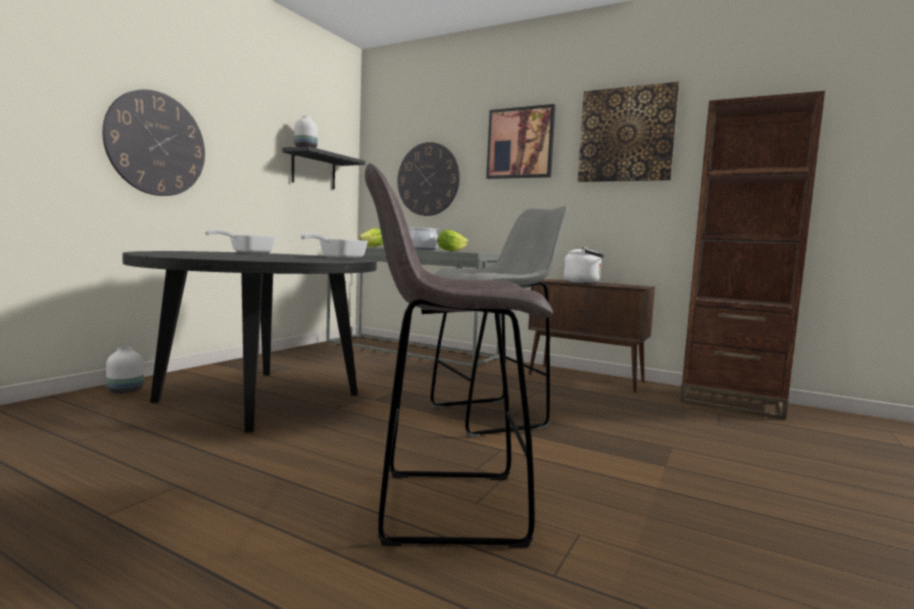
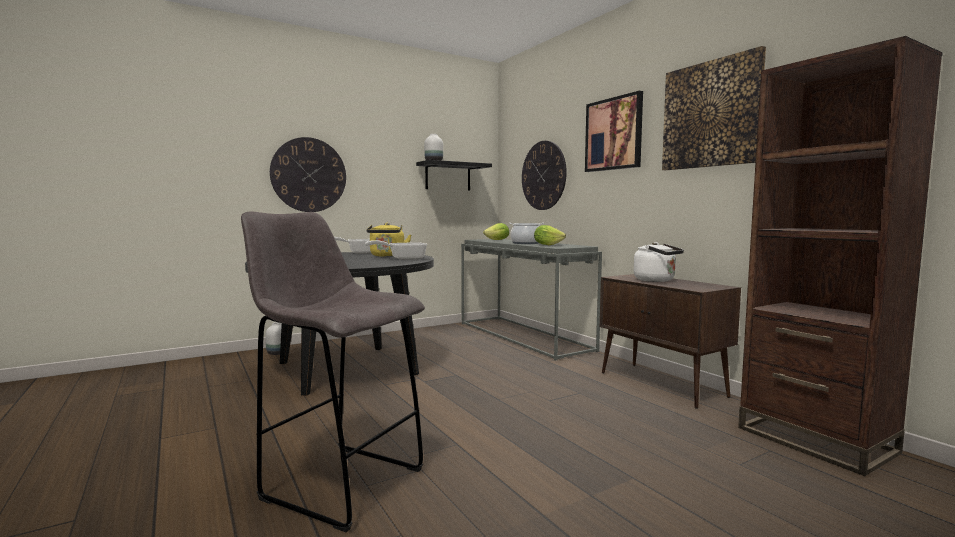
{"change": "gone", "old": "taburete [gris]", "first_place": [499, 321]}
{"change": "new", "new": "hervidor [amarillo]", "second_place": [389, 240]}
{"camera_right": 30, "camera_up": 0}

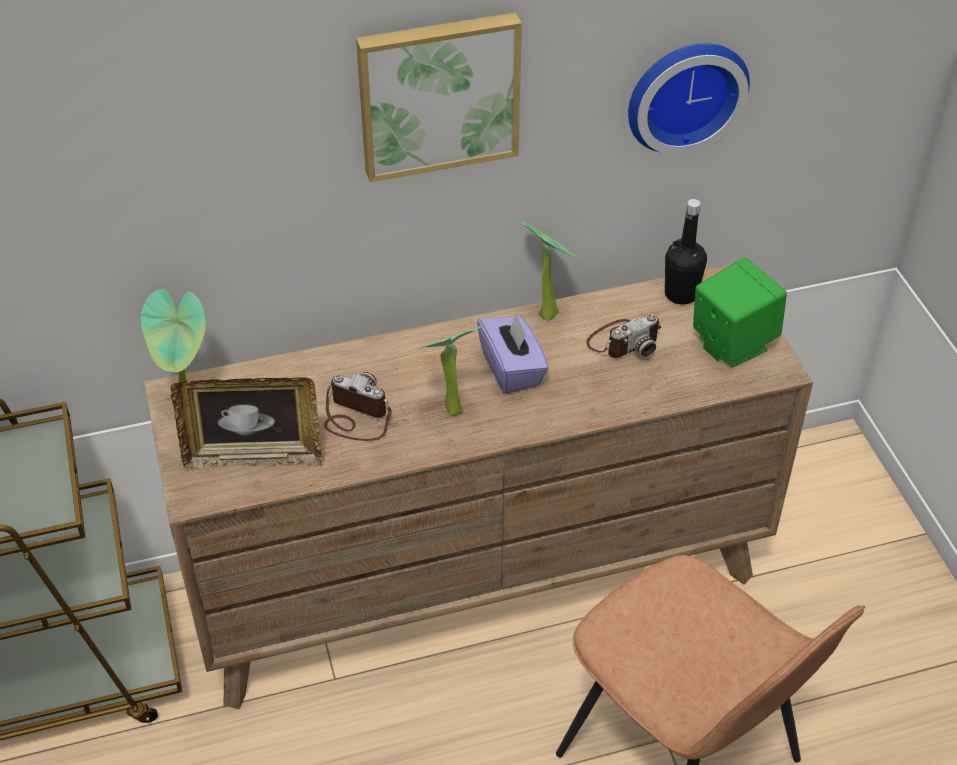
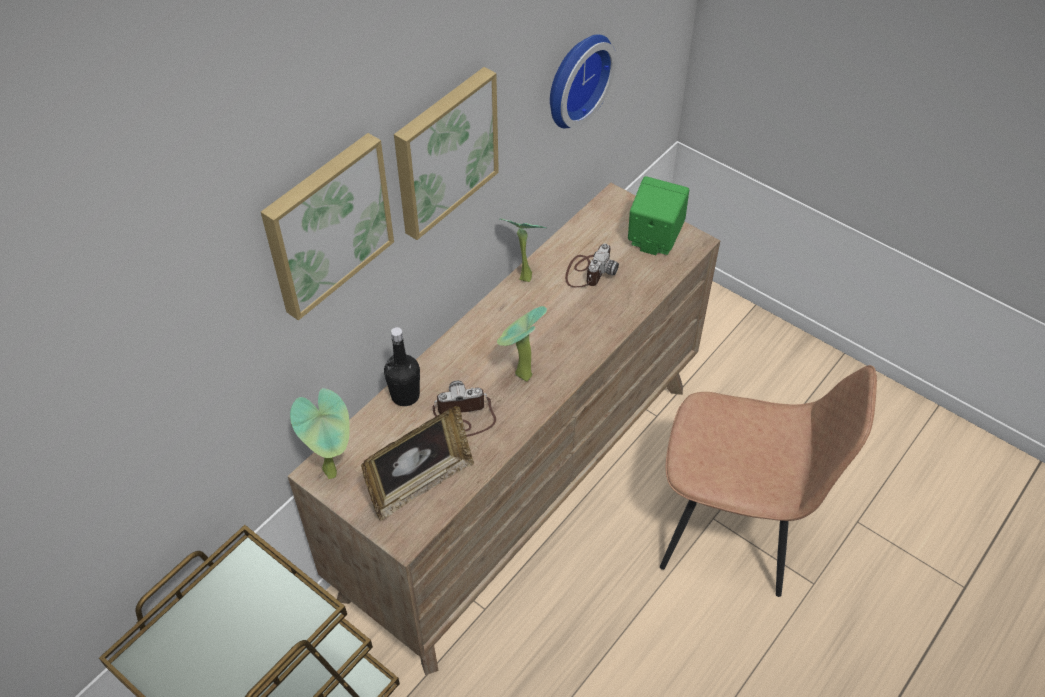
{"change": "shifted", "old": "botella [negro]", "first_place": [686, 251], "second_place": [402, 366]}
{"change": "gone", "old": "caja de pañuelos [morado]", "first_place": [513, 353]}
{"change": "new", "new": "cuadro", "second_place": [327, 226]}
{"camera_right": -35, "camera_up": 5}

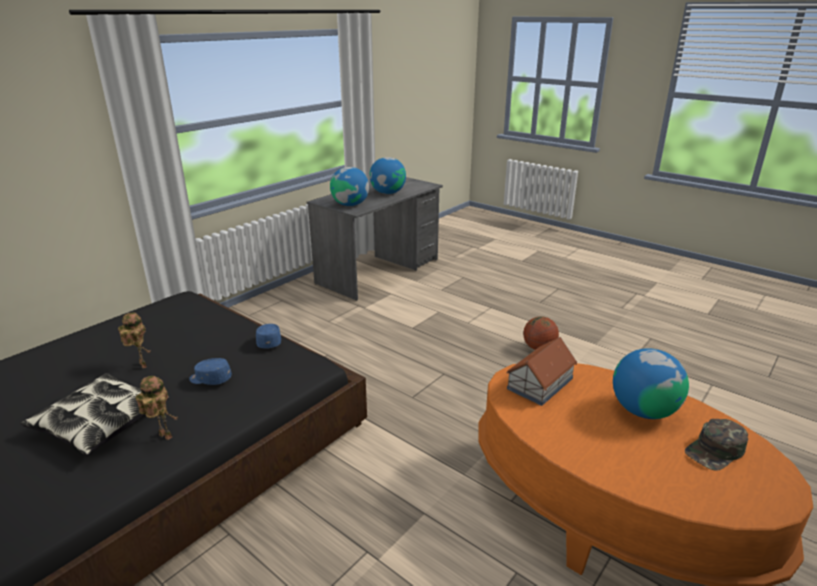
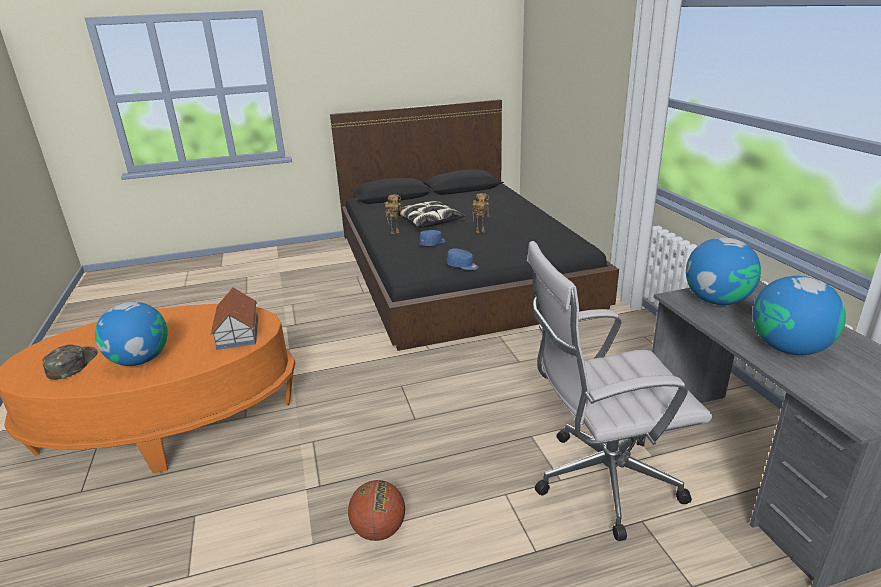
{"change": "new", "new": "silla de oficina [blanco]", "second_place": [619, 391]}
{"camera_right": 125, "camera_up": 0}

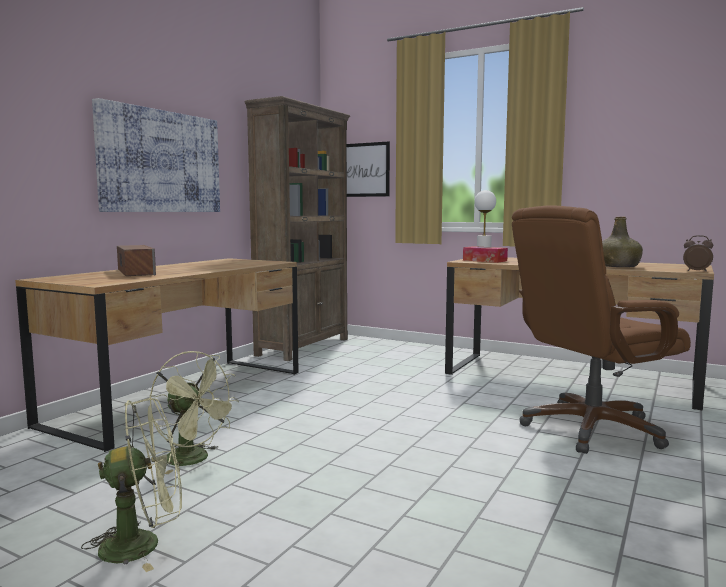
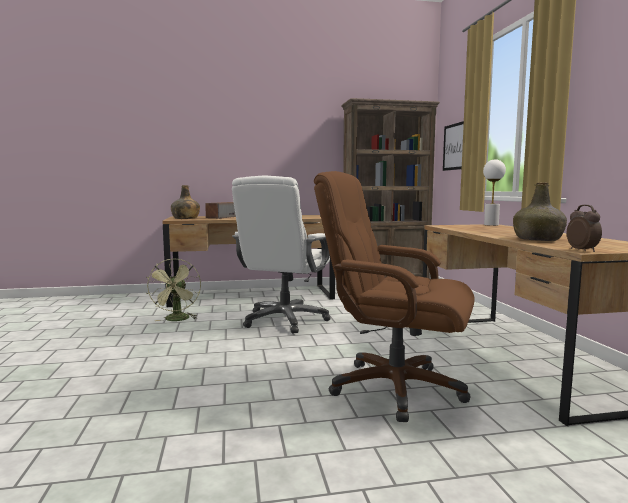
{"change": "gone", "old": "cuadro", "first_place": [156, 155]}
{"change": "gone", "old": "caja de pañuelos", "first_place": [485, 254]}
{"change": "gone", "old": "ventilador [verde]", "first_place": [131, 485]}
{"change": "new", "new": "silla de oficina [blanco]", "second_place": [281, 255]}
{"change": "new", "new": "botella [verde]", "second_place": [185, 202]}
{"camera_right": 50, "camera_up": 0}

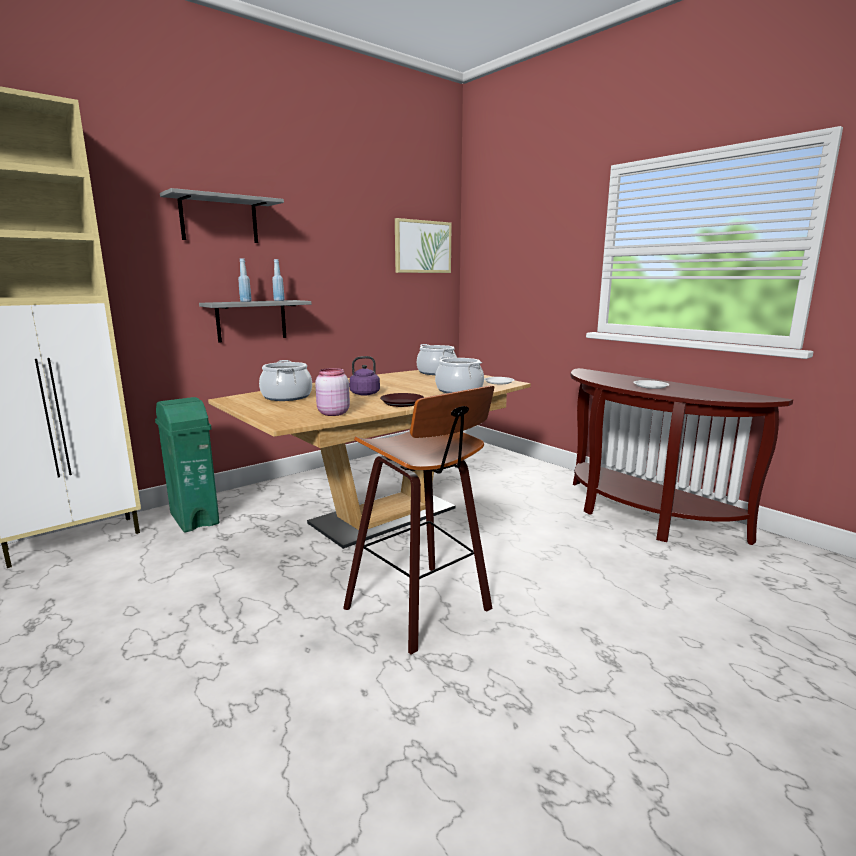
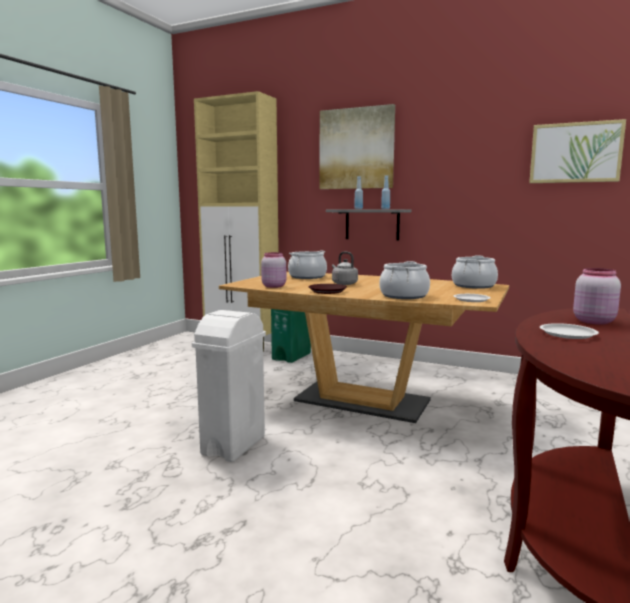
{"change": "swapped", "old": "estante [gris]", "new": "cuadro", "first_place": [222, 215], "second_place": [357, 146]}
{"change": "repainted", "old": "hervidor [morado]", "new": "hervidor [gris]", "first_place": [364, 375], "second_place": [345, 268]}
{"change": "swapped", "old": "taburete", "new": "papelera [blanco]", "first_place": [418, 520], "second_place": [229, 386]}
{"change": "new", "new": "tarro [rosa]", "second_place": [597, 296]}
{"camera_right": 65, "camera_up": -5}

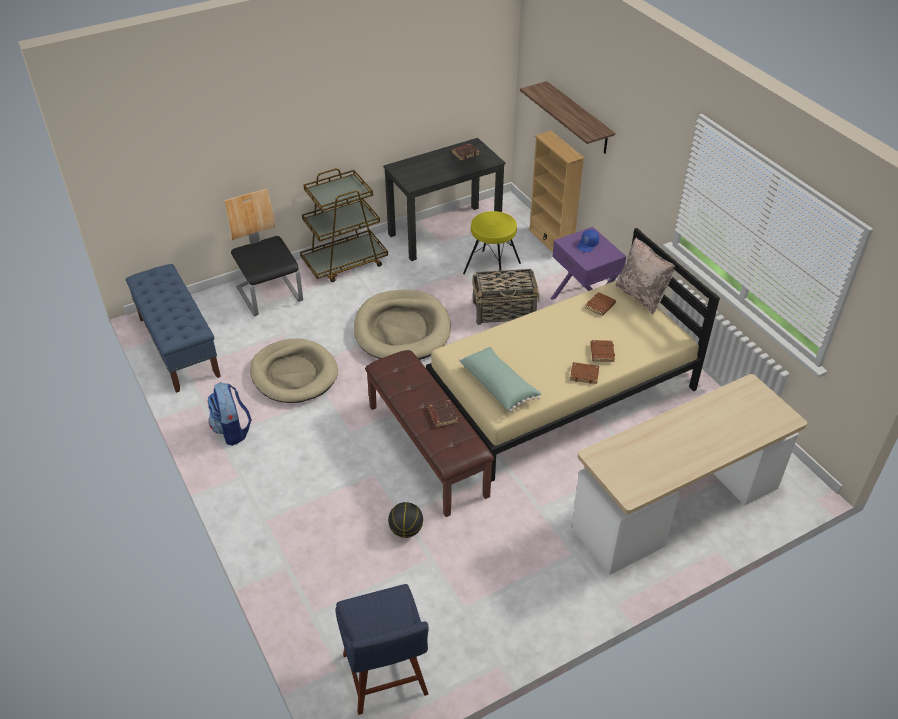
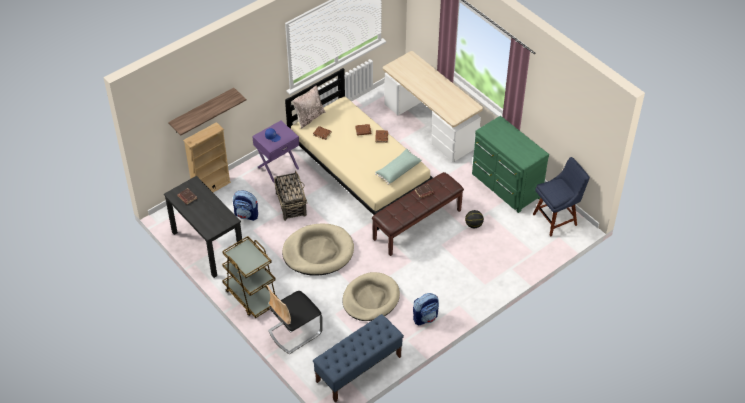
{"change": "swapped", "old": "taburete [amarillo]", "new": "mochila", "first_place": [492, 242], "second_place": [245, 206]}
{"change": "new", "new": "cómoda [verde]", "second_place": [510, 164]}
{"camera_right": -100, "camera_up": 5}

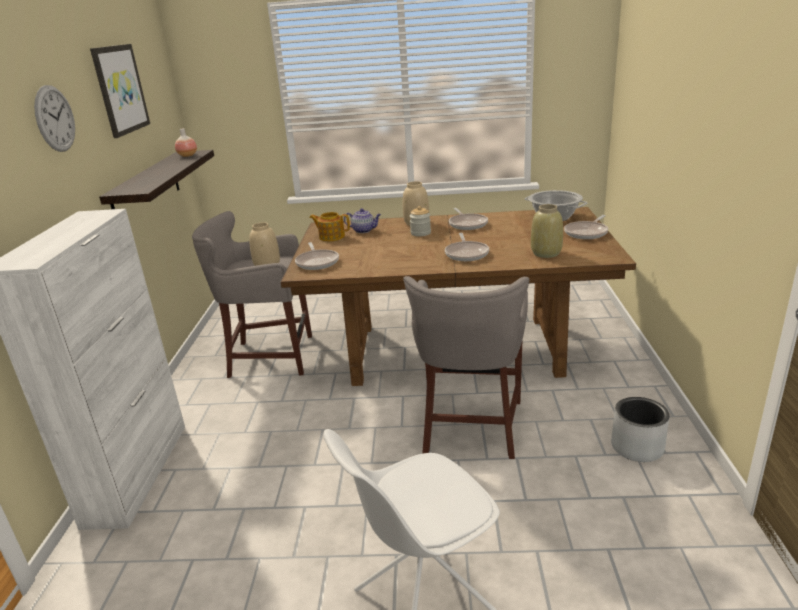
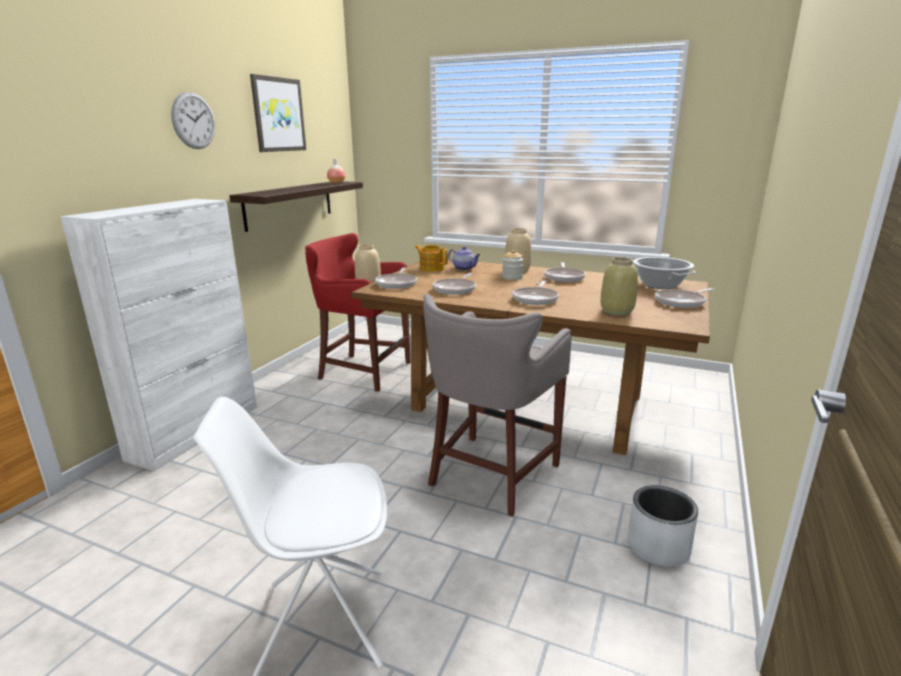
{"change": "repainted", "old": "taburete [gris]", "new": "taburete [rojo]", "first_place": [252, 294], "second_place": [358, 312]}
{"change": "new", "new": "sartén", "second_place": [454, 284]}
{"camera_right": 20, "camera_up": -5}

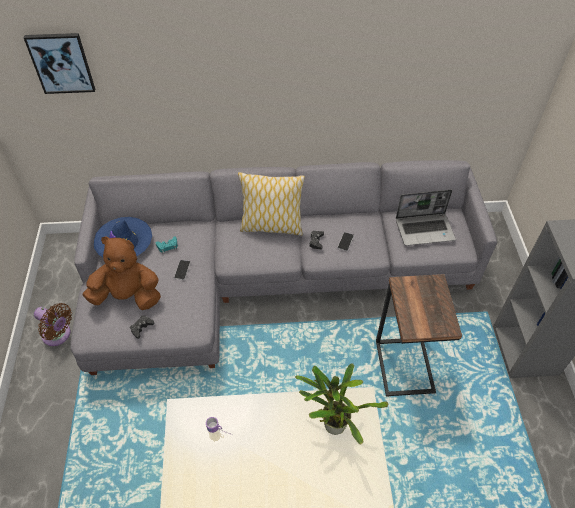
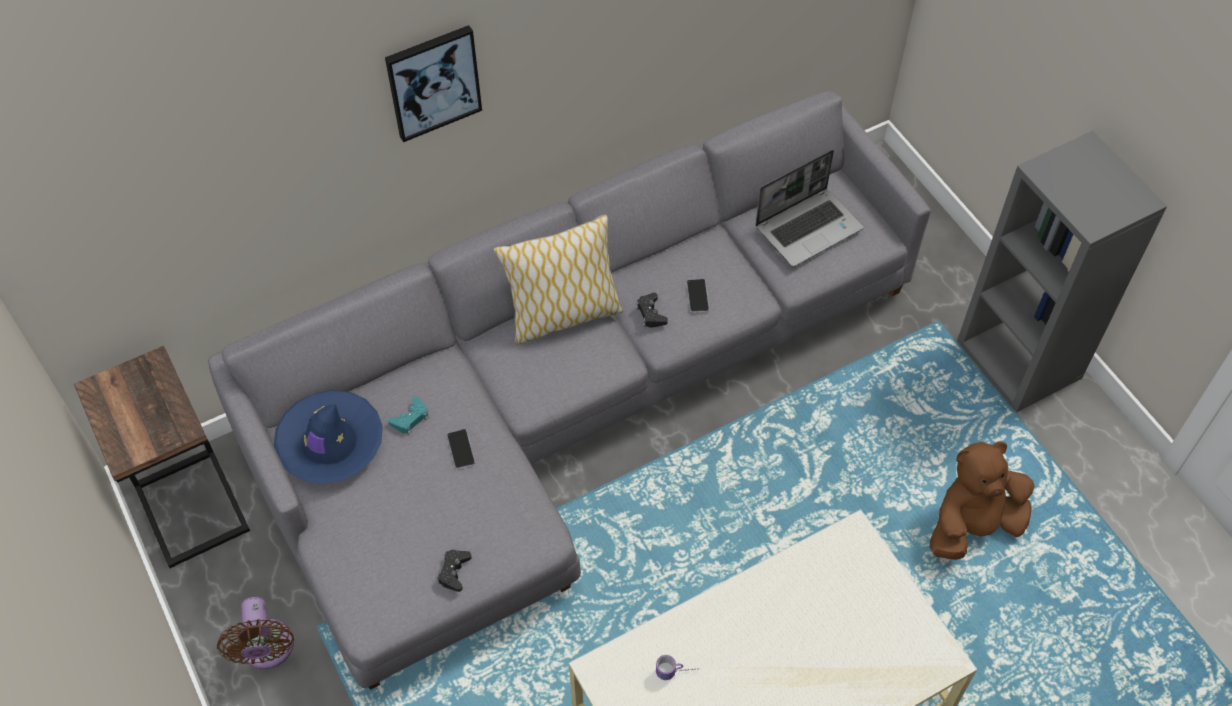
{"change": "shifted", "old": "cuadro", "first_place": [59, 63], "second_place": [433, 83]}
{"change": "shifted", "old": "peluche [marrón]", "first_place": [122, 273], "second_place": [982, 500]}
{"change": "shifted", "old": "mesa auxiliar", "first_place": [419, 335], "second_place": [162, 457]}
{"change": "rotated", "old": "ventilador [marrón]", "first_place": [53, 324], "second_place": [255, 633], "degrees": 75}
{"change": "gone", "old": "planta en maceta", "first_place": [341, 404]}
{"camera_right": -25, "camera_up": 5}

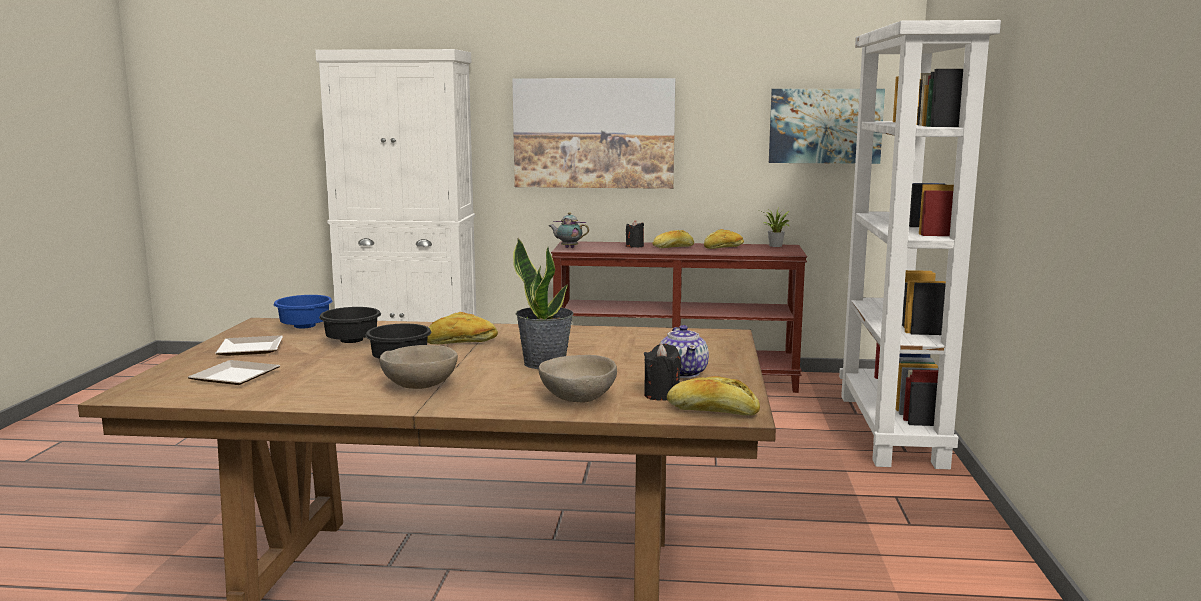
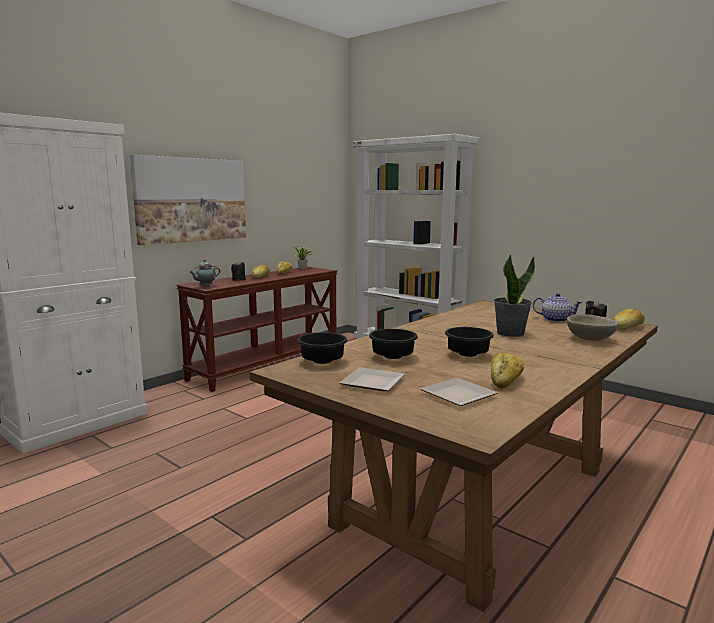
{"change": "gone", "old": "cuadro", "first_place": [827, 126]}
{"change": "repainted", "old": "cuenco [azul]", "new": "cuenco [negro]", "first_place": [303, 311], "second_place": [322, 348]}
{"change": "shifted", "old": "pan", "first_place": [462, 328], "second_place": [507, 370]}
{"change": "gone", "old": "cuenco [beis]", "first_place": [418, 367]}
{"camera_right": -55, "camera_up": 0}

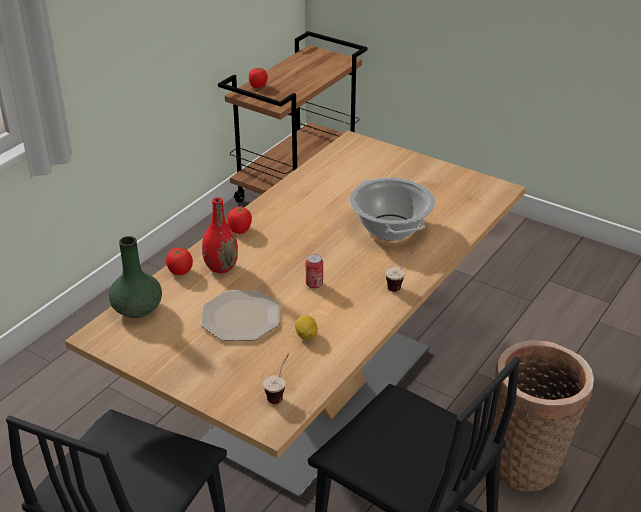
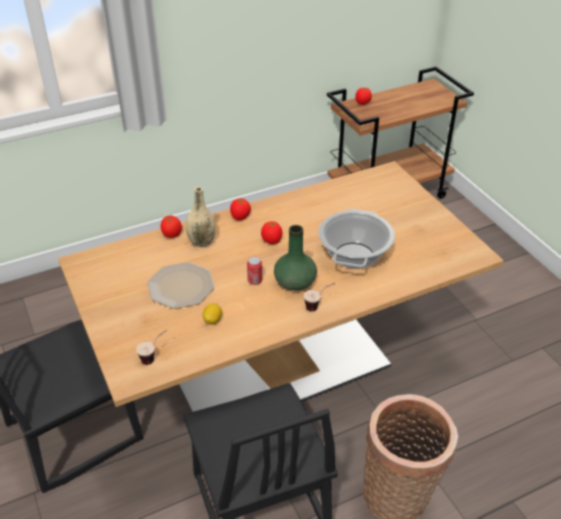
{"change": "repainted", "old": "florero [rojo]", "new": "florero [beis]", "first_place": [220, 235], "second_place": [200, 217]}
{"change": "shifted", "old": "florero [verde]", "first_place": [135, 277], "second_place": [295, 258]}
{"change": "new", "new": "tomate", "second_place": [271, 232]}
{"camera_right": 30, "camera_up": 5}

